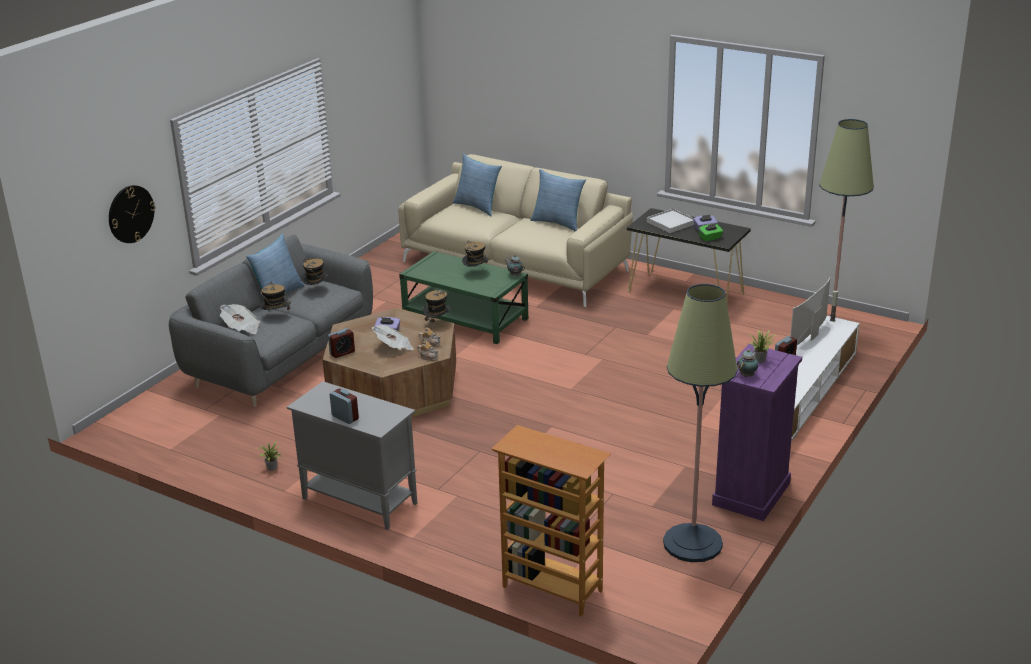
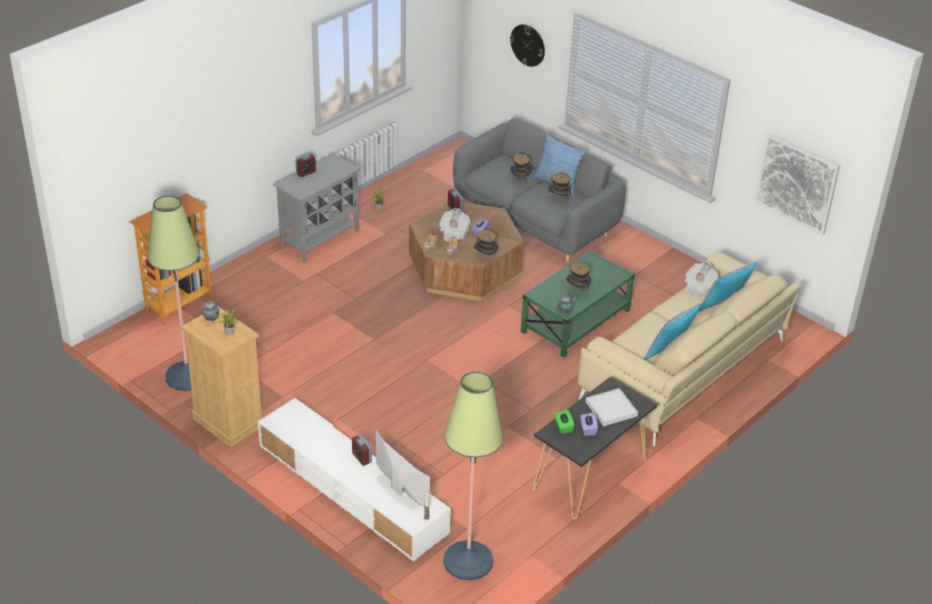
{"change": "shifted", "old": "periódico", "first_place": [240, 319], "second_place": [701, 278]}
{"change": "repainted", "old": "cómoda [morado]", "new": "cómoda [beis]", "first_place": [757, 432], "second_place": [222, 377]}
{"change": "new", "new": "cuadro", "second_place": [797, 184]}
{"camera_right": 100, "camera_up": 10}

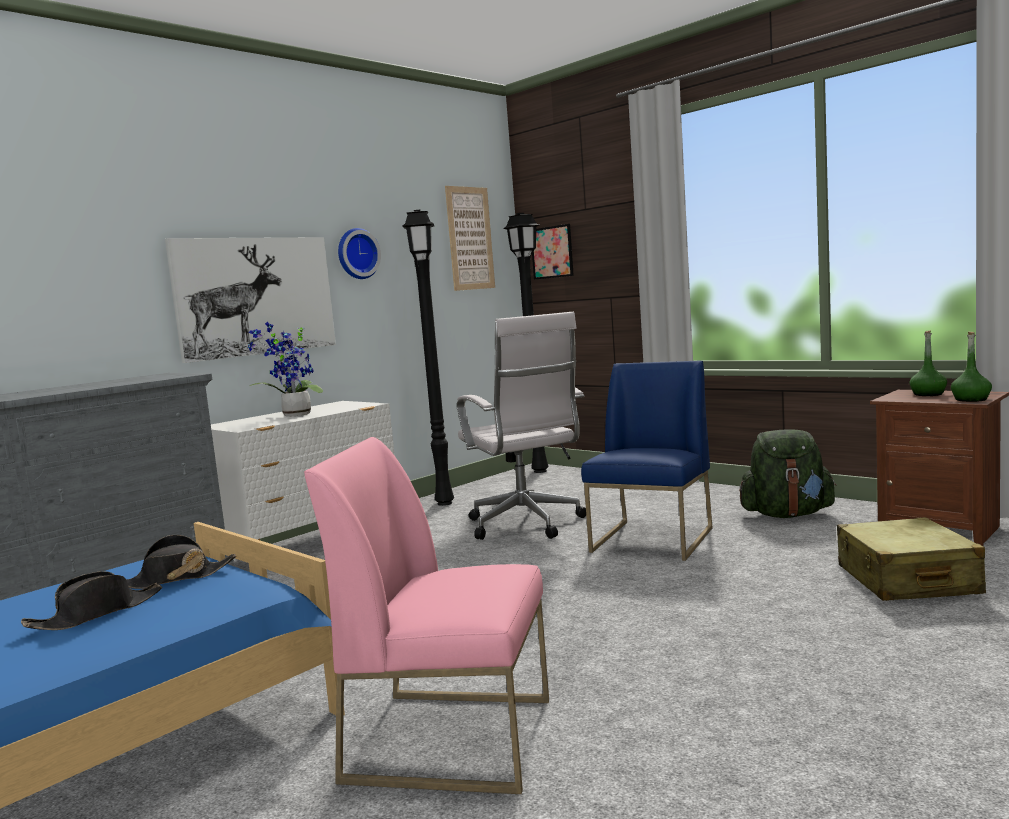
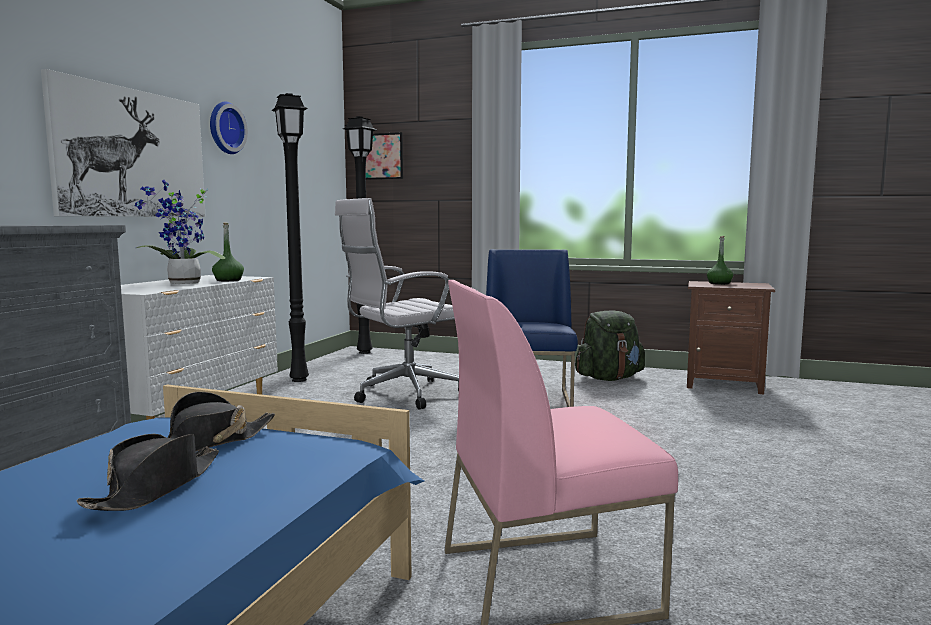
{"change": "gone", "old": "cuadro", "first_place": [470, 238]}
{"change": "rotated", "old": "silla de oficina [blanco]", "first_place": [521, 426], "second_place": [397, 304], "degrees": 105}
{"change": "shifted", "old": "botella [verde]", "first_place": [971, 367], "second_place": [228, 251]}
{"change": "gone", "old": "maleta [beis]", "first_place": [911, 559]}
{"camera_right": -25, "camera_up": 0}

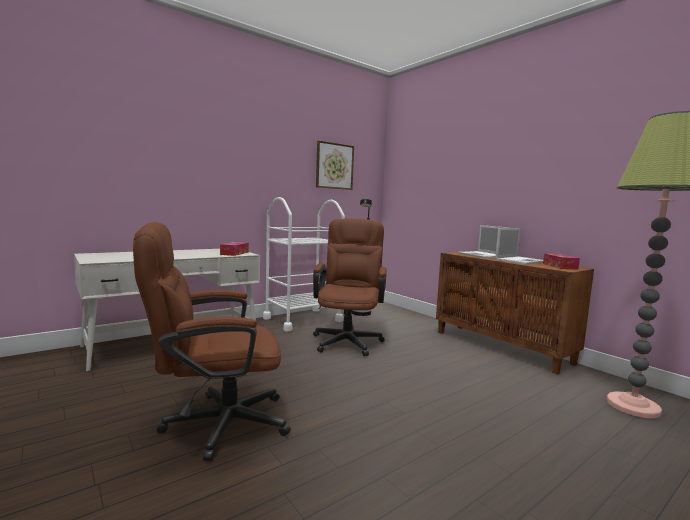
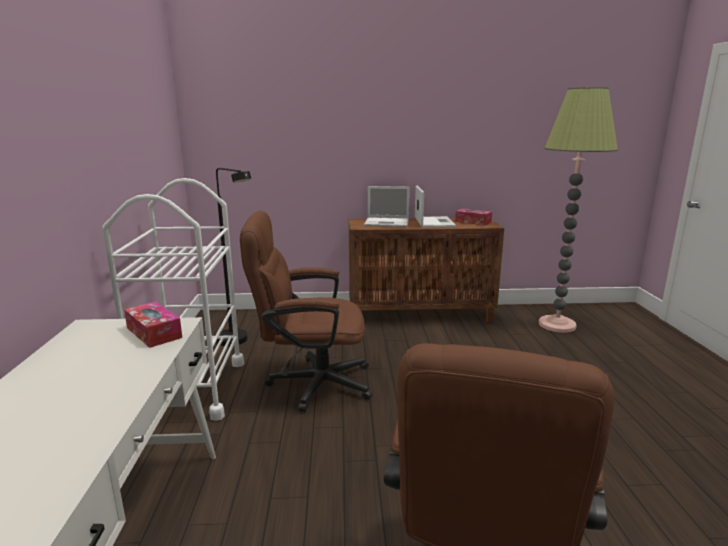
{"change": "gone", "old": "cuadro", "first_place": [335, 165]}
{"change": "rotated", "old": "silla de oficina [marrón]", "first_place": [350, 287], "second_place": [306, 311], "degrees": -45}
{"camera_right": -55, "camera_up": 10}

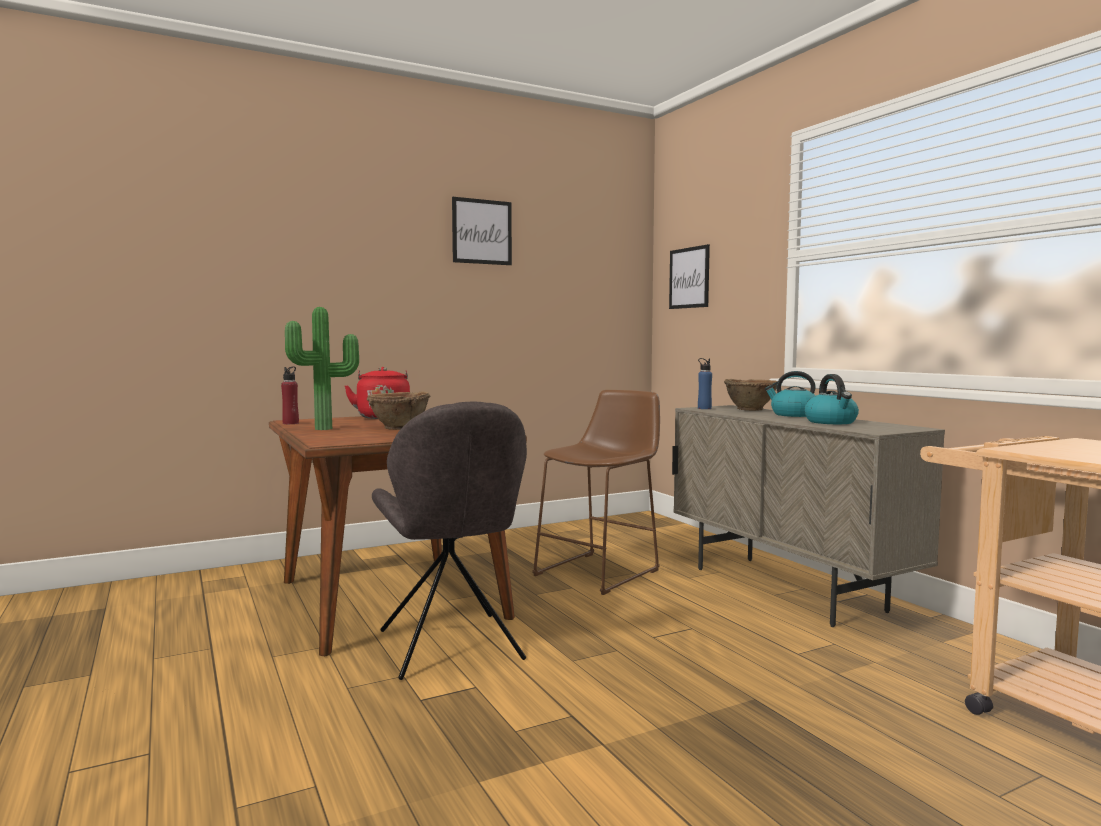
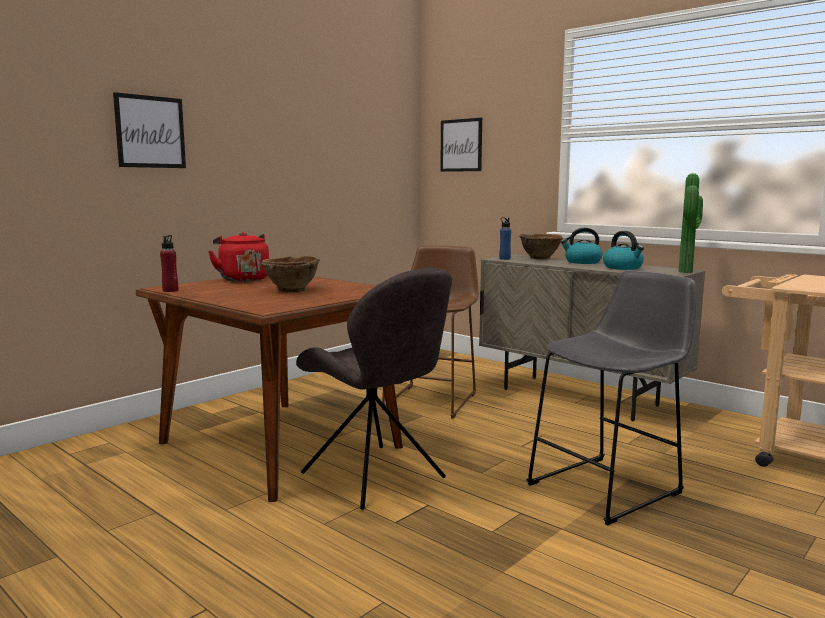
{"change": "shifted", "old": "cuadro", "first_place": [482, 231], "second_place": [149, 130]}
{"change": "shifted", "old": "planta en maceta", "first_place": [322, 368], "second_place": [690, 223]}
{"change": "new", "new": "taburete [gris]", "second_place": [611, 397]}
{"camera_right": -20, "camera_up": 5}

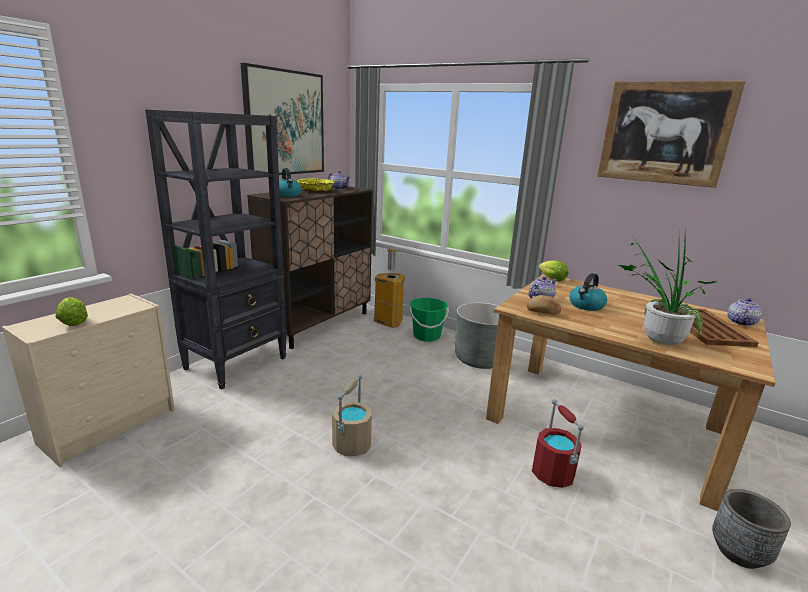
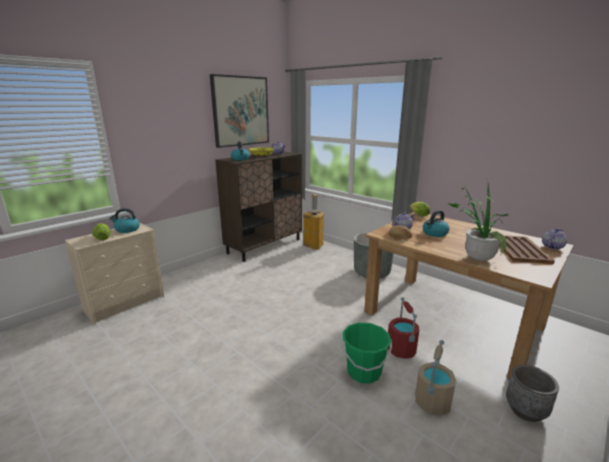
{"change": "gone", "old": "cuadro", "first_place": [671, 134]}
{"change": "gone", "old": "estantería [negro]", "first_place": [216, 250]}
{"change": "shifted", "old": "cubo [verde]", "first_place": [429, 320], "second_place": [367, 353]}
{"change": "shifted", "old": "cubo [beis]", "first_place": [352, 415], "second_place": [435, 377]}
{"change": "new", "new": "hervidor", "second_place": [124, 220]}
{"camera_right": 10, "camera_up": 0}

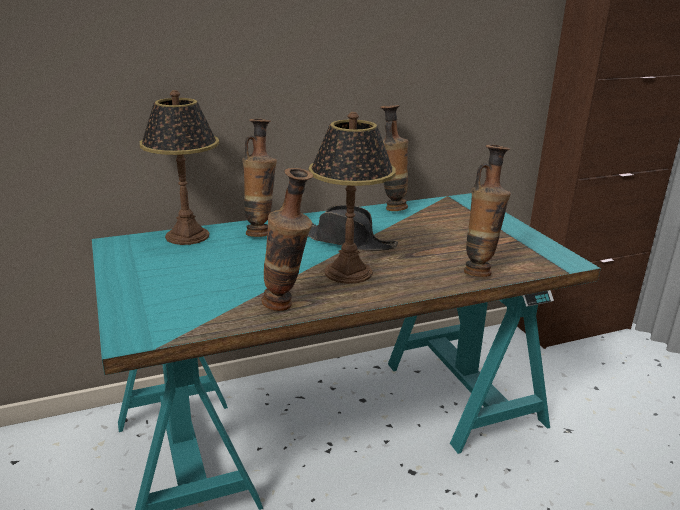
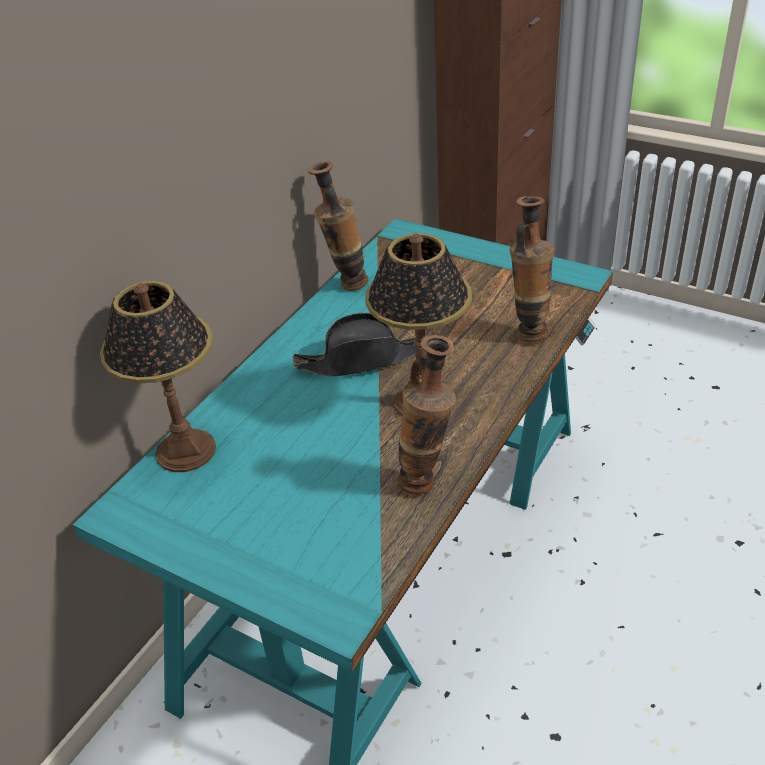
{"change": "gone", "old": "florero", "first_place": [259, 178]}
{"camera_right": -35, "camera_up": 15}

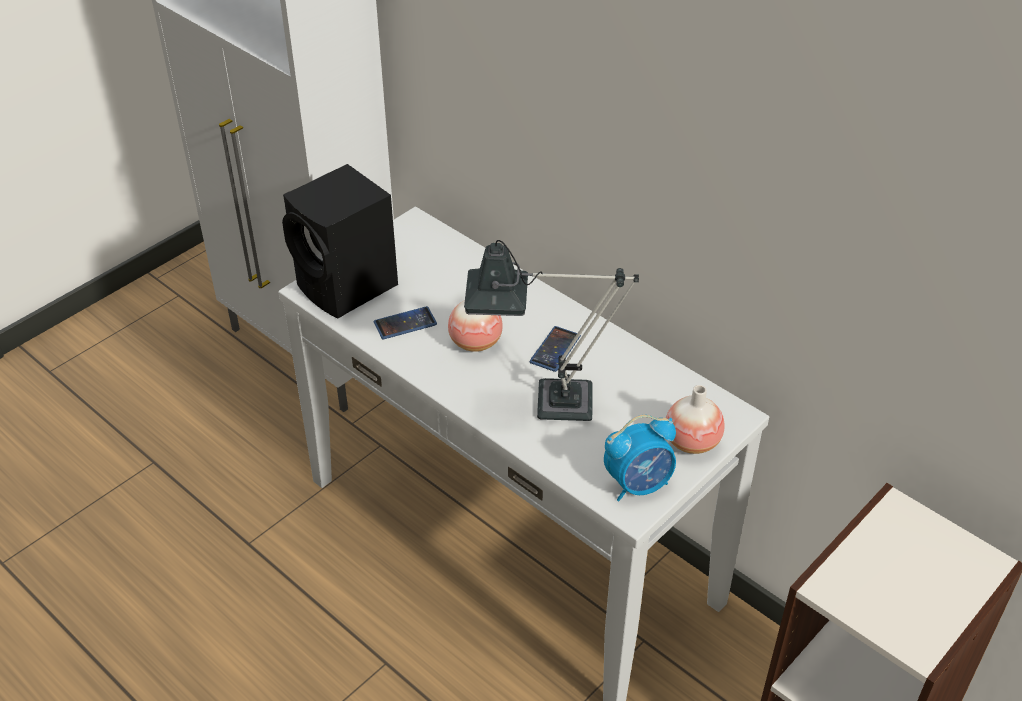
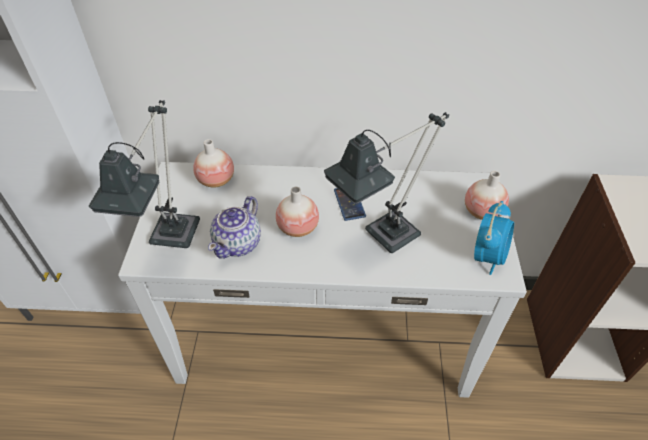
{"change": "swapped", "old": "altavoz [negro]", "new": "lámpara de mesa", "first_place": [340, 241], "second_place": [144, 174]}
{"change": "swapped", "old": "móvil", "new": "tetera", "first_place": [405, 322], "second_place": [234, 227]}
{"change": "new", "new": "florero", "second_place": [213, 163]}
{"camera_right": -40, "camera_up": 5}

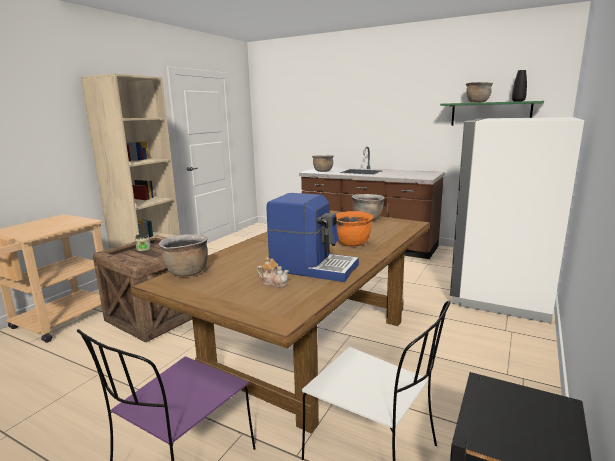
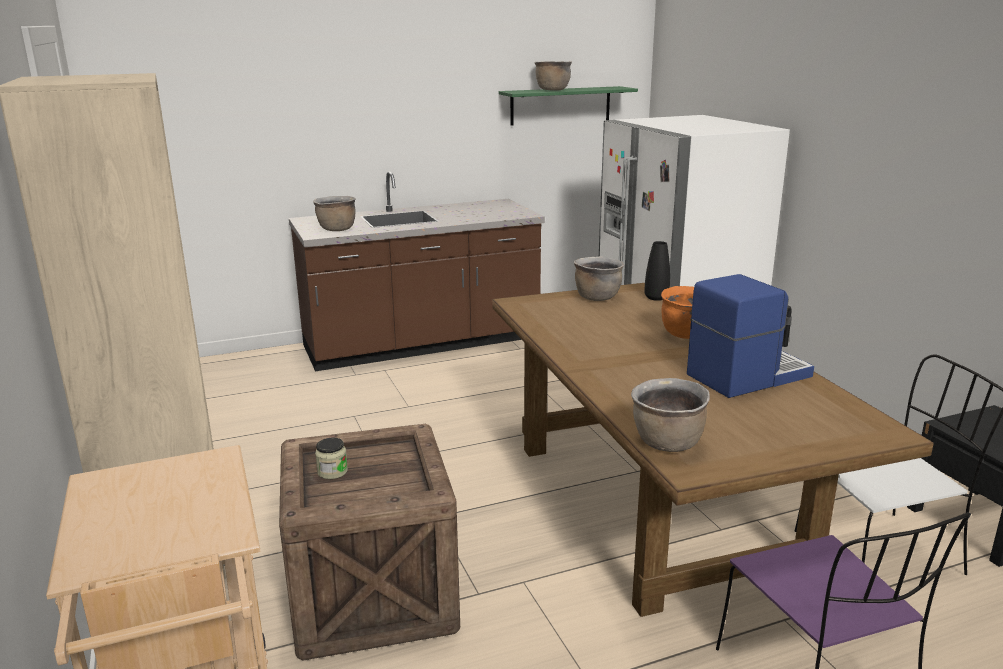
{"change": "shifted", "old": "florero [negro]", "first_place": [519, 86], "second_place": [657, 271]}
{"change": "gone", "old": "tetera", "first_place": [273, 272]}
{"camera_right": -50, "camera_up": 5}

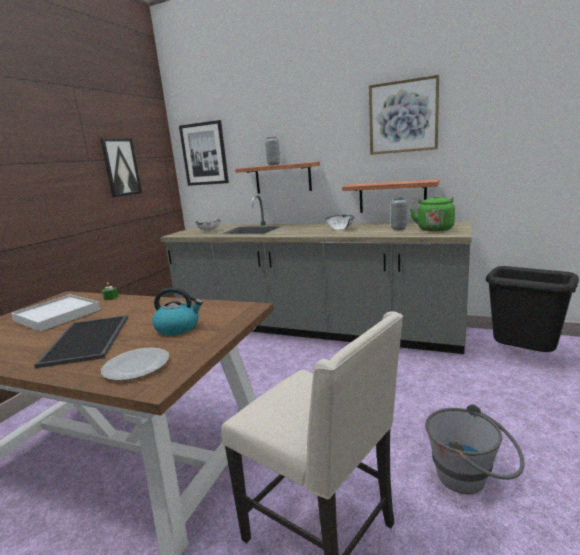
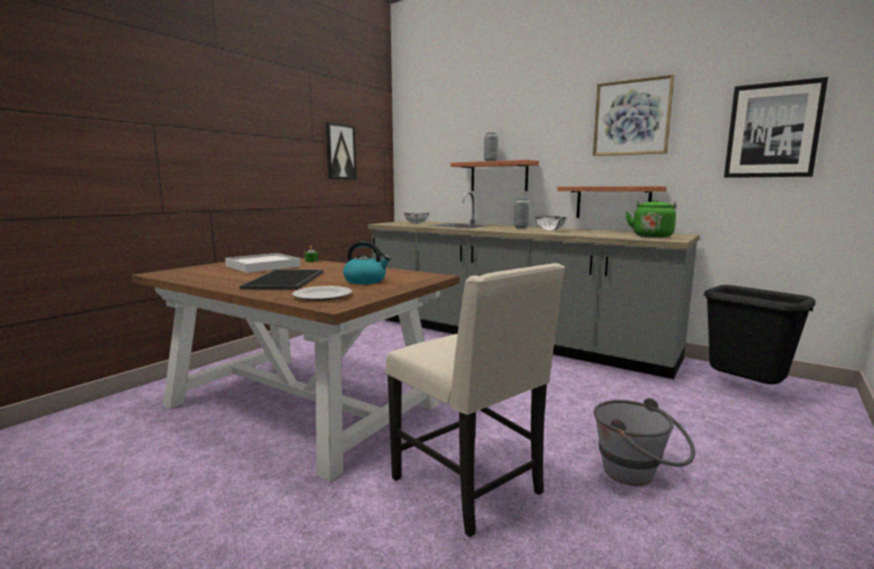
{"change": "shifted", "old": "cuadro", "first_place": [204, 153], "second_place": [776, 127]}
{"change": "shifted", "old": "florero [gris]", "first_place": [399, 213], "second_place": [522, 213]}
{"camera_right": 10, "camera_up": -5}

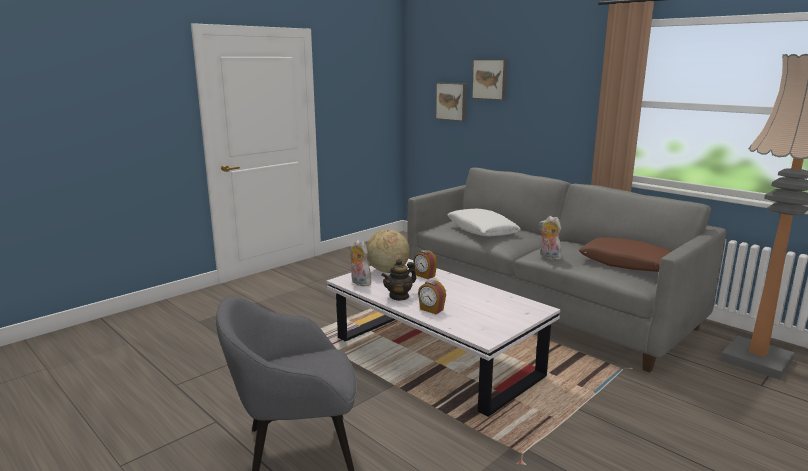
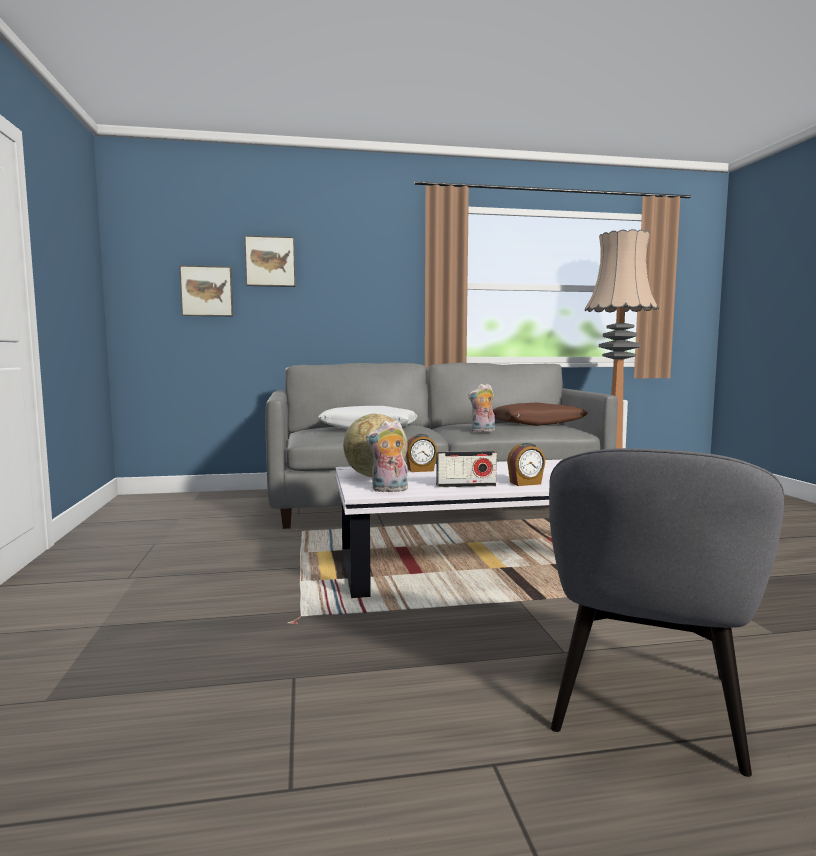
{"change": "swapped", "old": "tetera", "new": "radio", "first_place": [398, 280], "second_place": [466, 469]}
{"camera_right": -55, "camera_up": -10}

